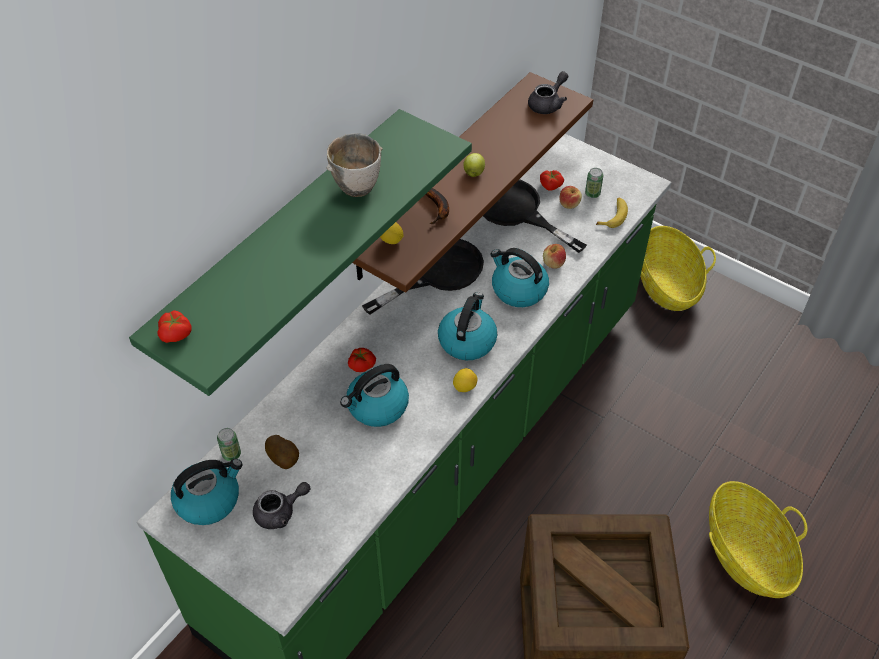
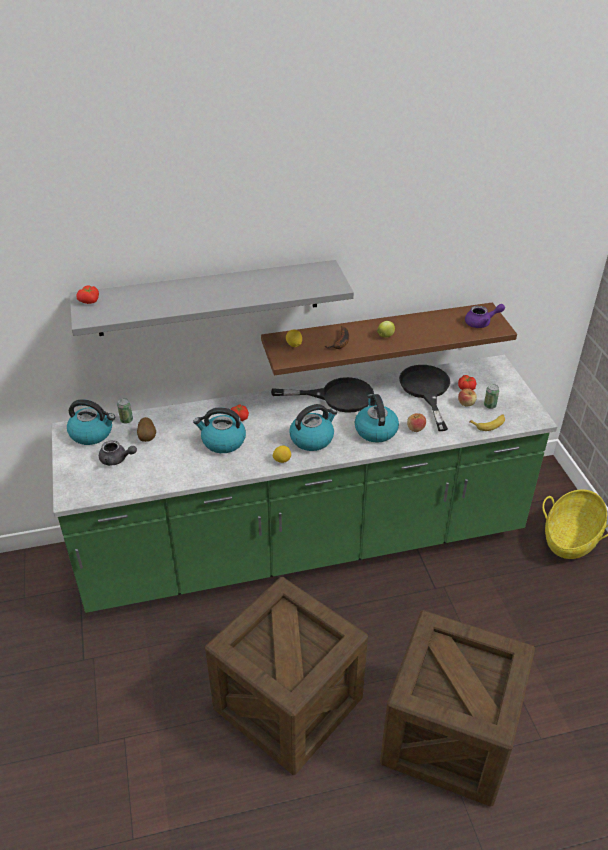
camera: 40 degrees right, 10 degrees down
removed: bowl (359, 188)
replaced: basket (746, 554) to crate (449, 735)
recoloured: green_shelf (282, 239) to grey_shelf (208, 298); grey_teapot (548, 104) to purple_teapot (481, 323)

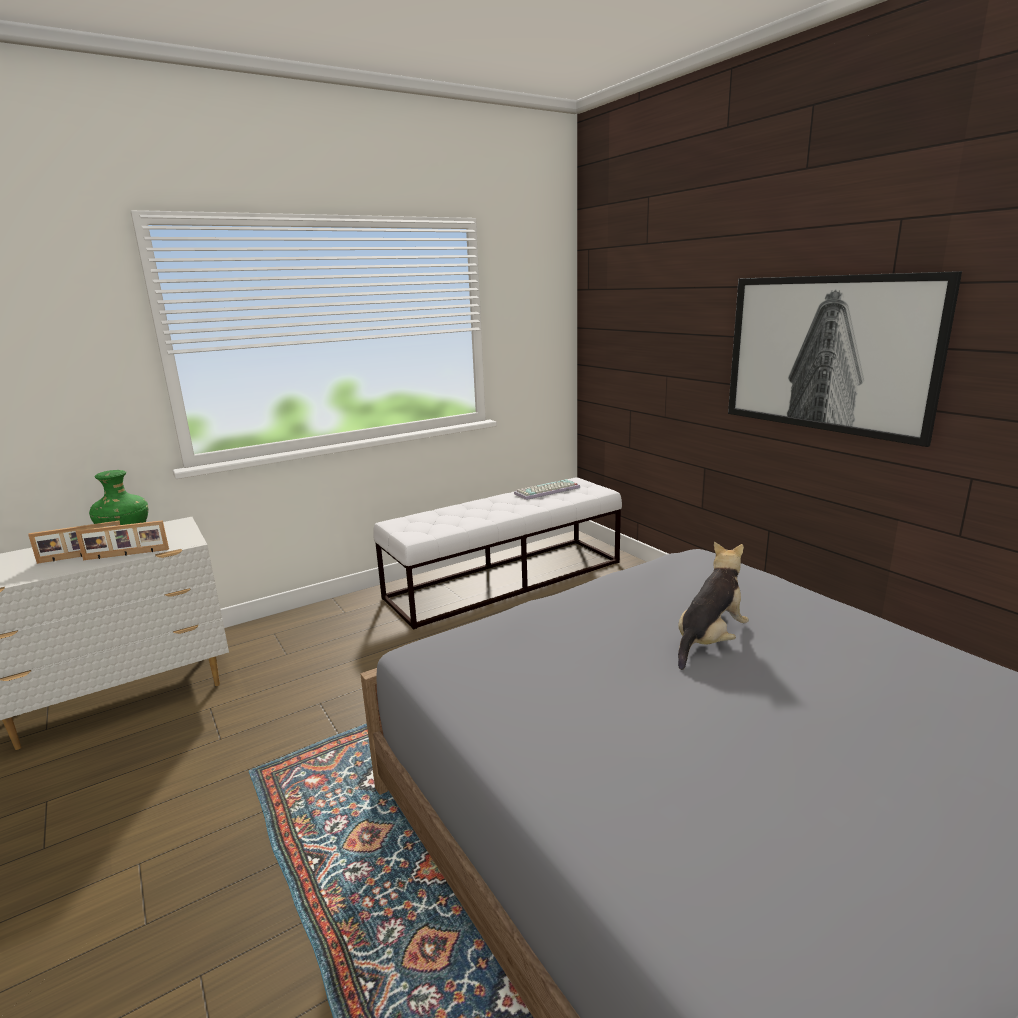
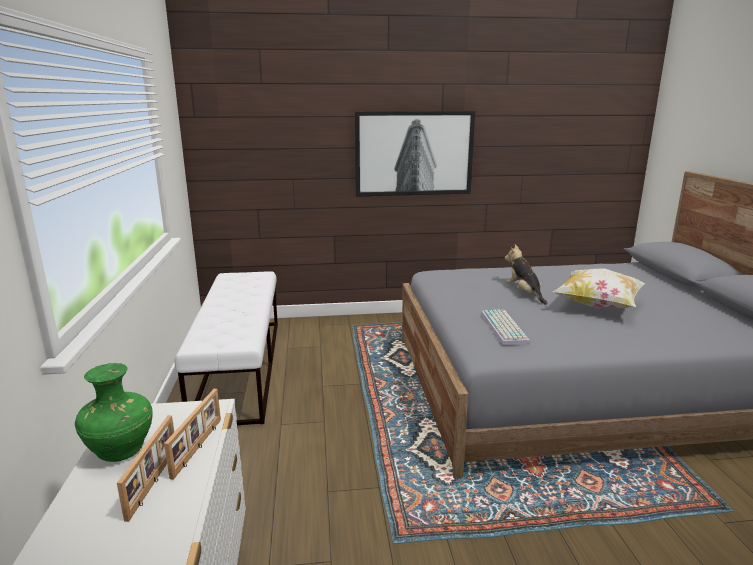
camera: 65 degrees left, 0 degrees up
added: pillow (597, 305)
moved: keyboard (547, 491) to (505, 328)

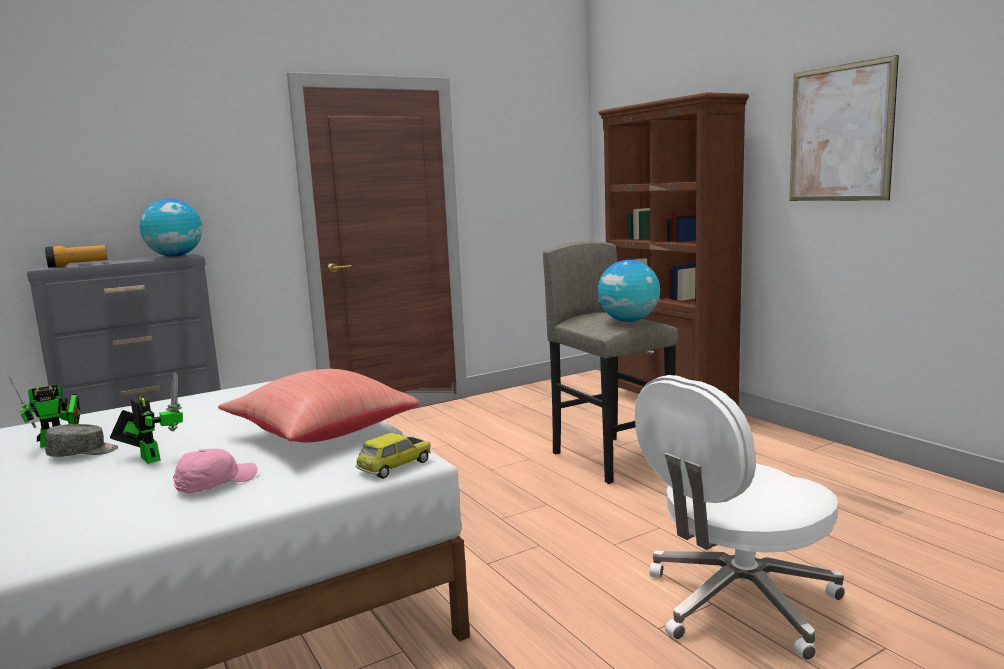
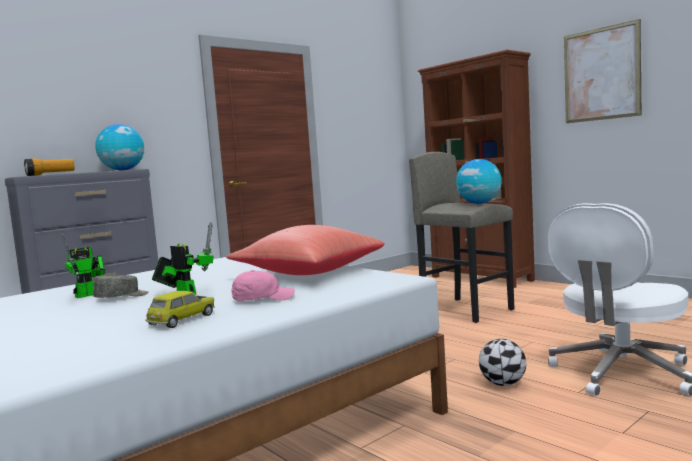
camera: 10 degrees left, 5 degrees down
added: football (503, 384)
moved: toy_car (394, 466) to (182, 320)
turned: pink_cap (215, 483) = (262, 299) 45 degrees clockwise

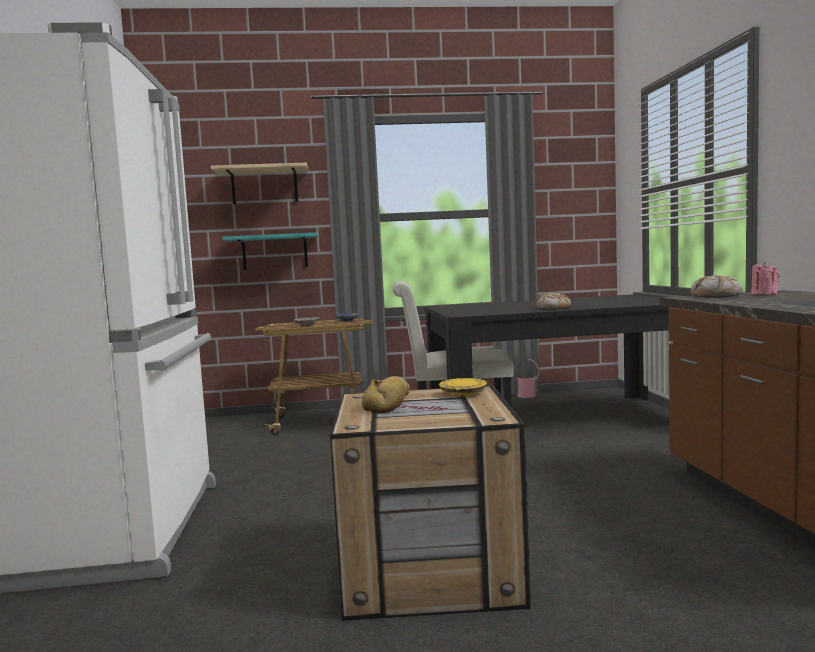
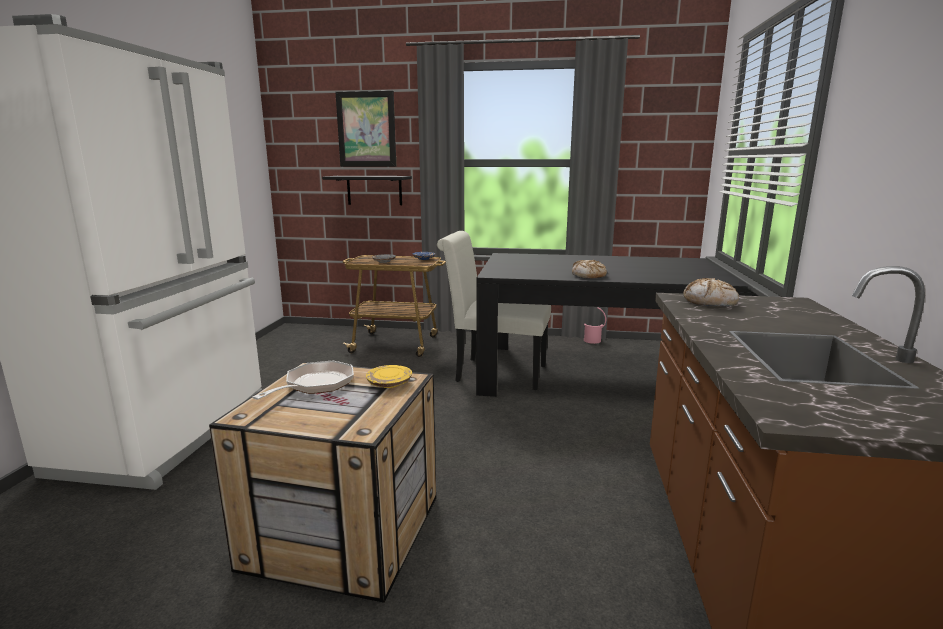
camera: 15 degrees right, 10 degrees up
removed: pink_candle (764, 294)
replaced: bread (390, 403) to frying_pan (315, 385); beige_shelf (264, 186) to picture (366, 129)
recoloured: turquoise_shelf (275, 252) to black_shelf (374, 190)

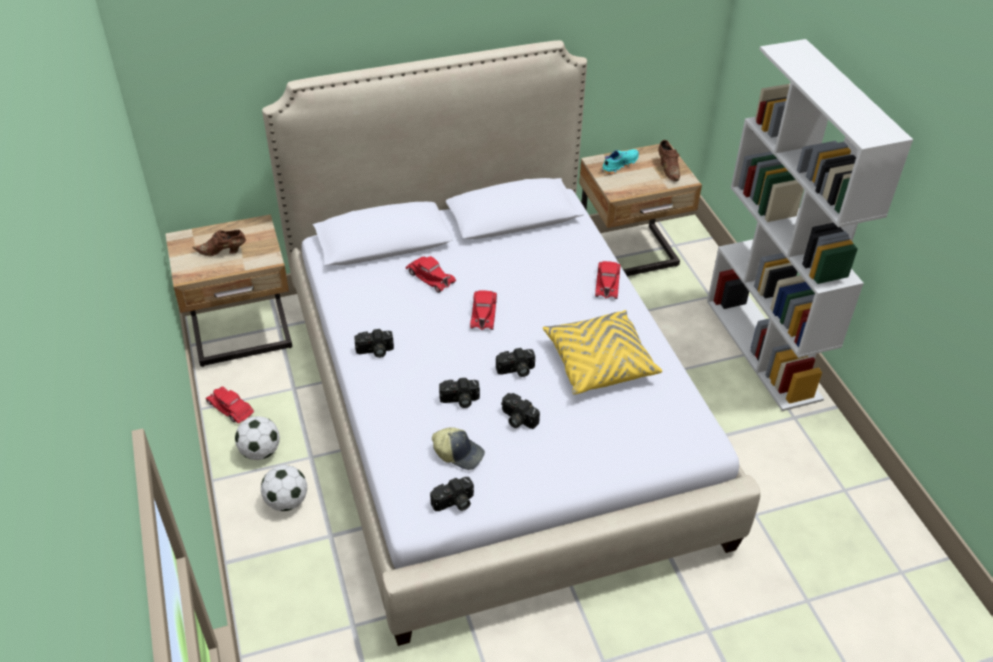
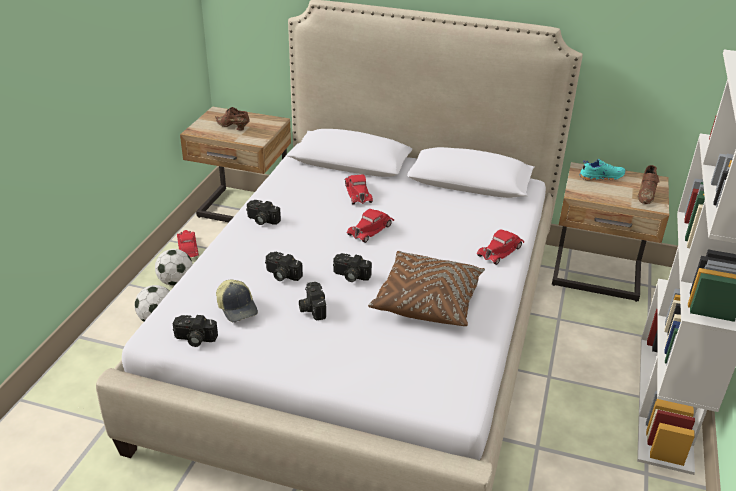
camera: 35 degrees right, 10 degrees down
recoloured: yellow_pillow (599, 362) to brown_pillow (427, 301)

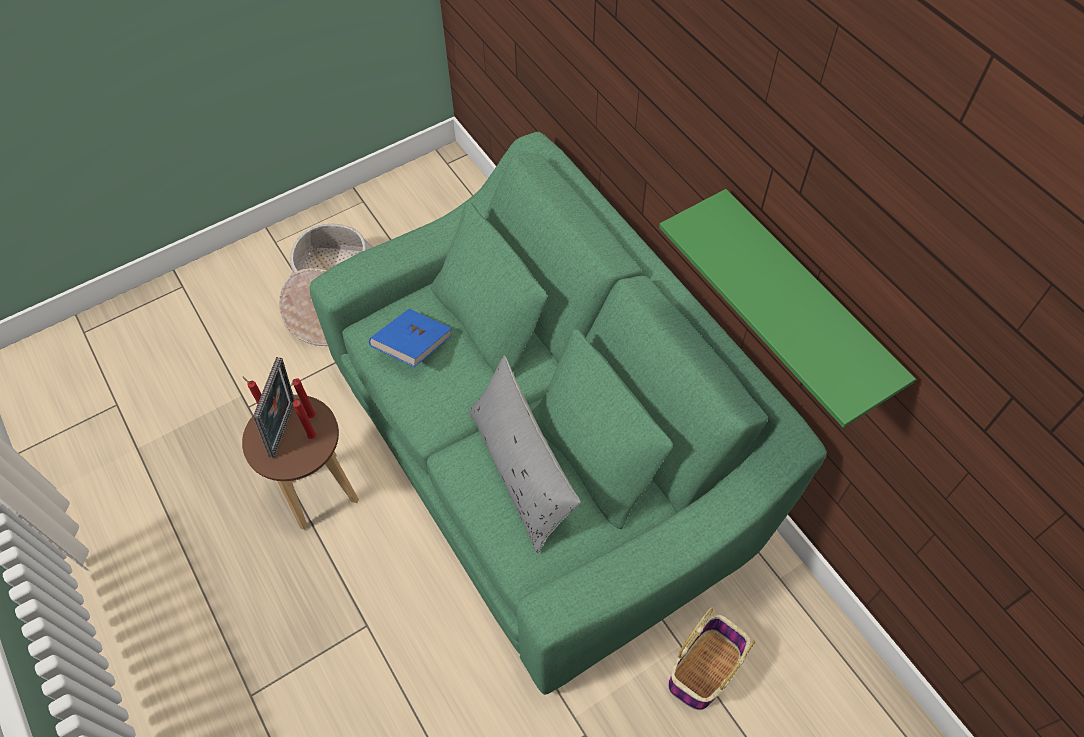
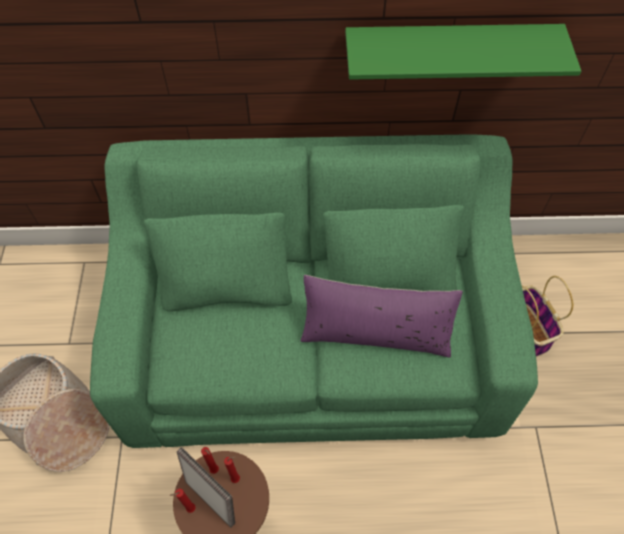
camera: 60 degrees left, 0 degrees up
removed: blue_book (413, 346)
recoloured: grey_pillow (521, 470) to purple_pillow (375, 332)

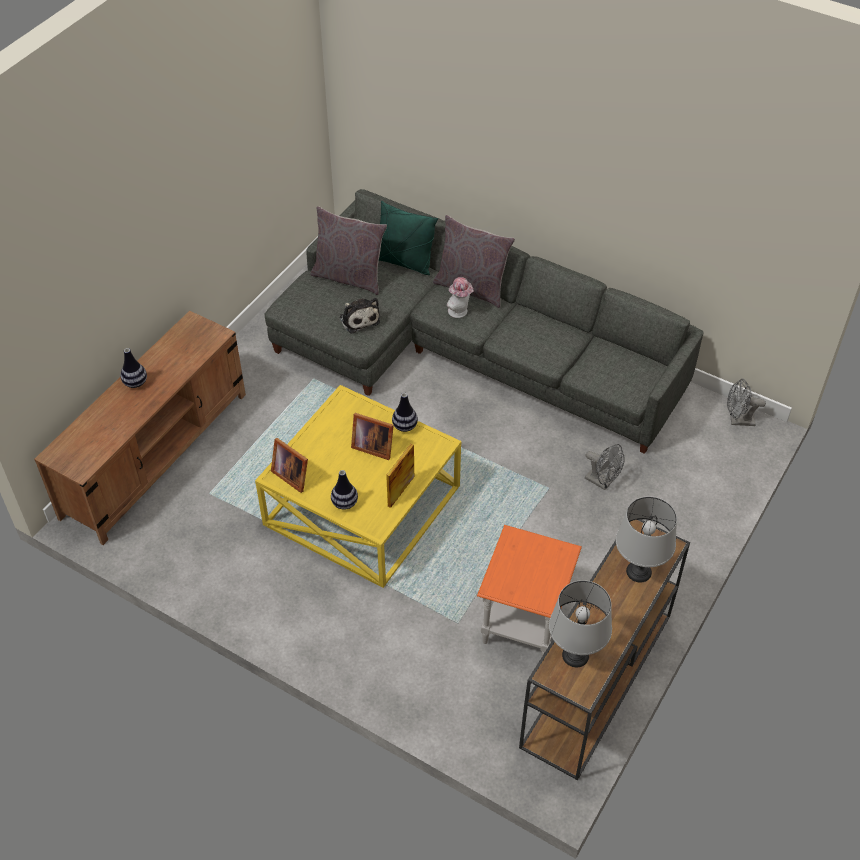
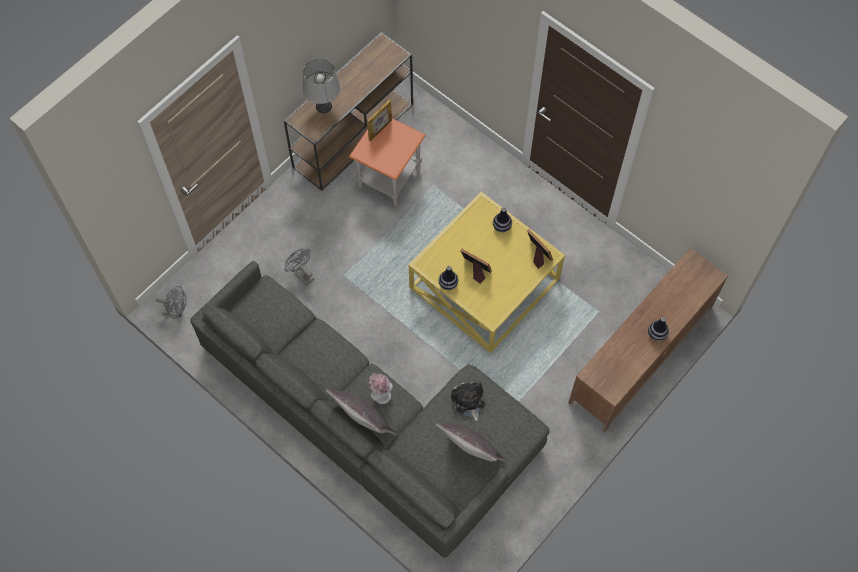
camera: 170 degrees left, 15 degrees up
removed: green_pillow (404, 262); grey_table_lamp (574, 655)
moved: picture_frame (401, 491) to (380, 130)

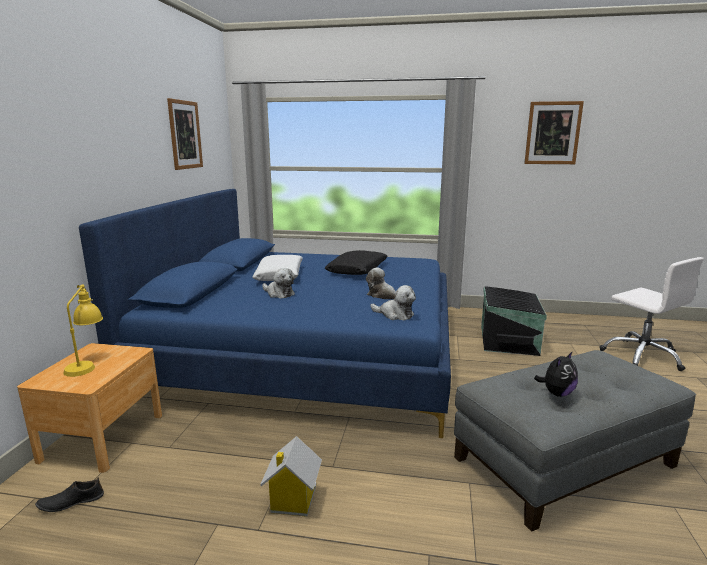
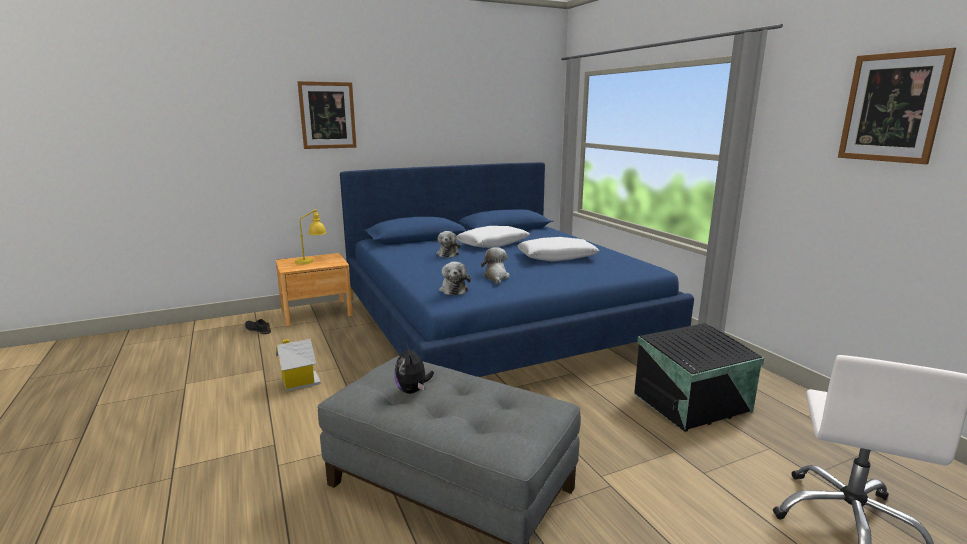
camera: 55 degrees right, 0 degrees up
moved: picture (185, 135) to (327, 115)
recoloured: black_pillow (357, 270) to white_pillow (557, 257)
turned: plush_toy (556, 393) = (413, 391) 60 degrees clockwise

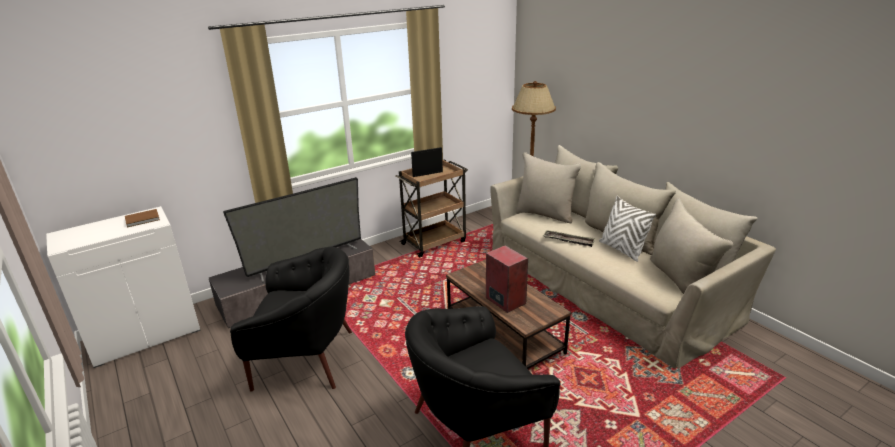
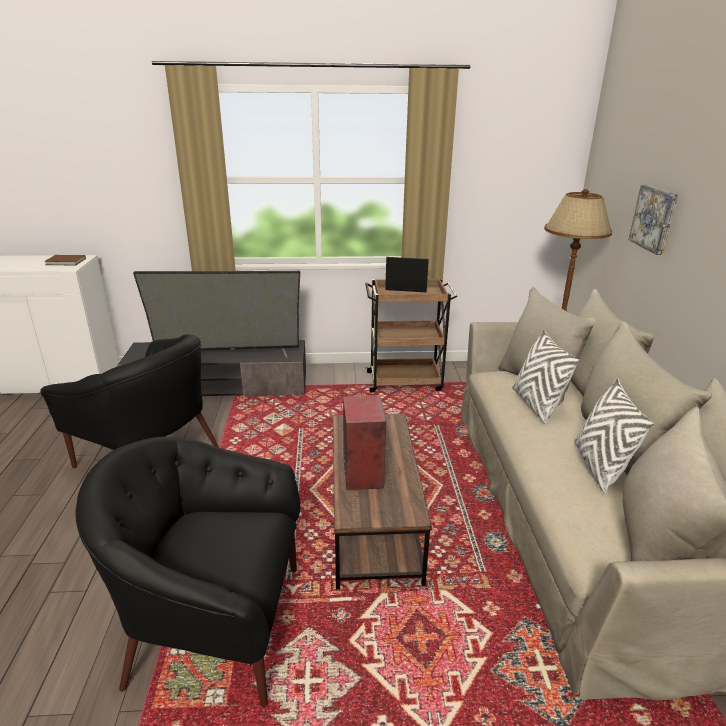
camera: 30 degrees right, 0 degrees up
removed: tray (569, 240)
added: white_pillow (536, 405); picture (655, 219)

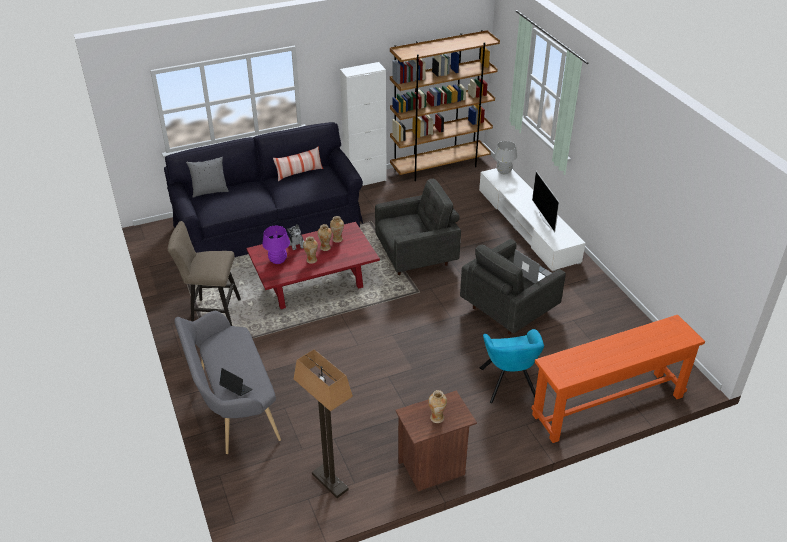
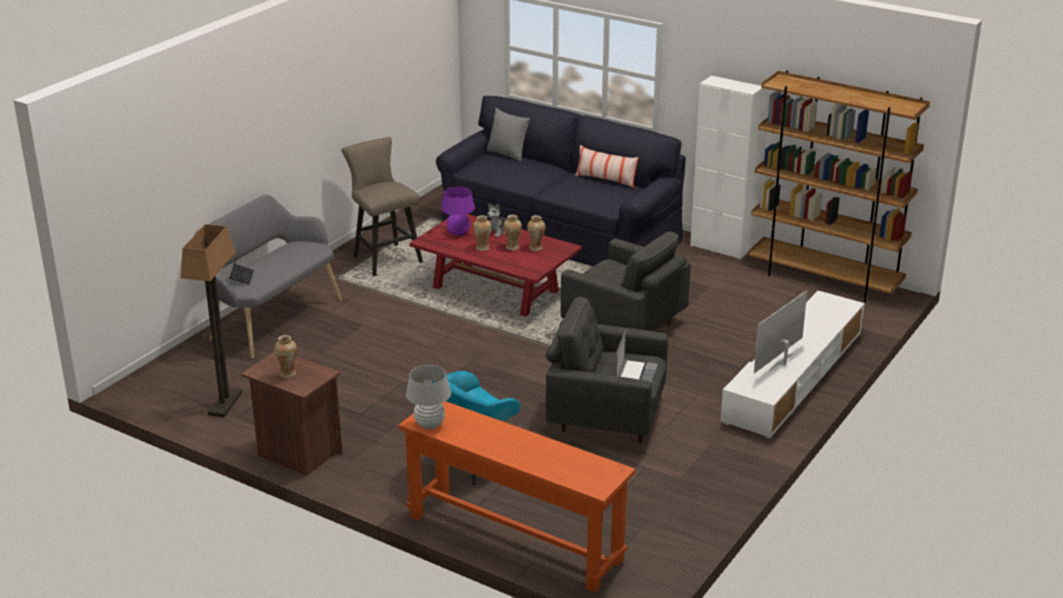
camera: 55 degrees right, 10 degrees down
moved: white_table_lamp (503, 172) to (429, 424)

